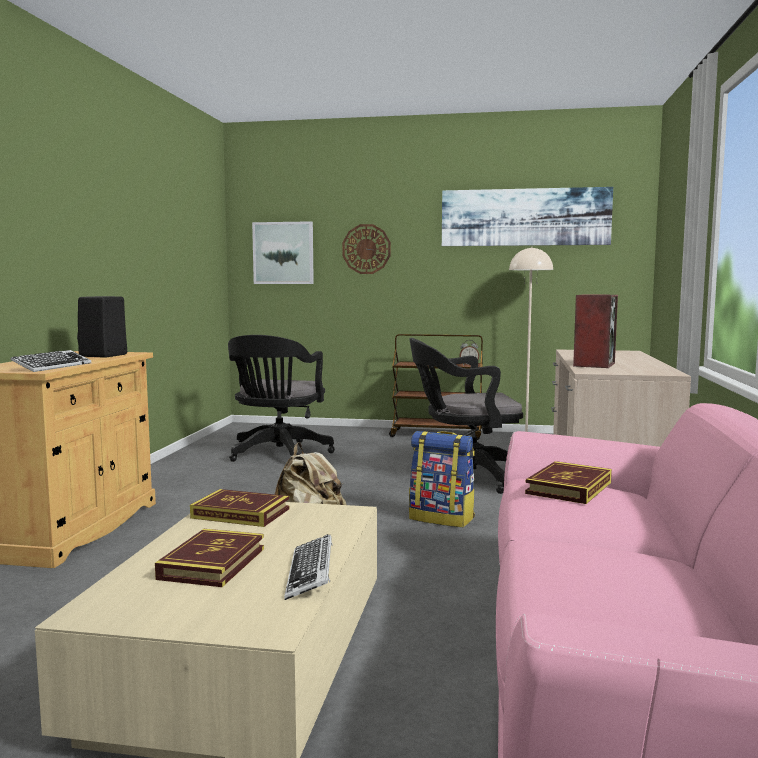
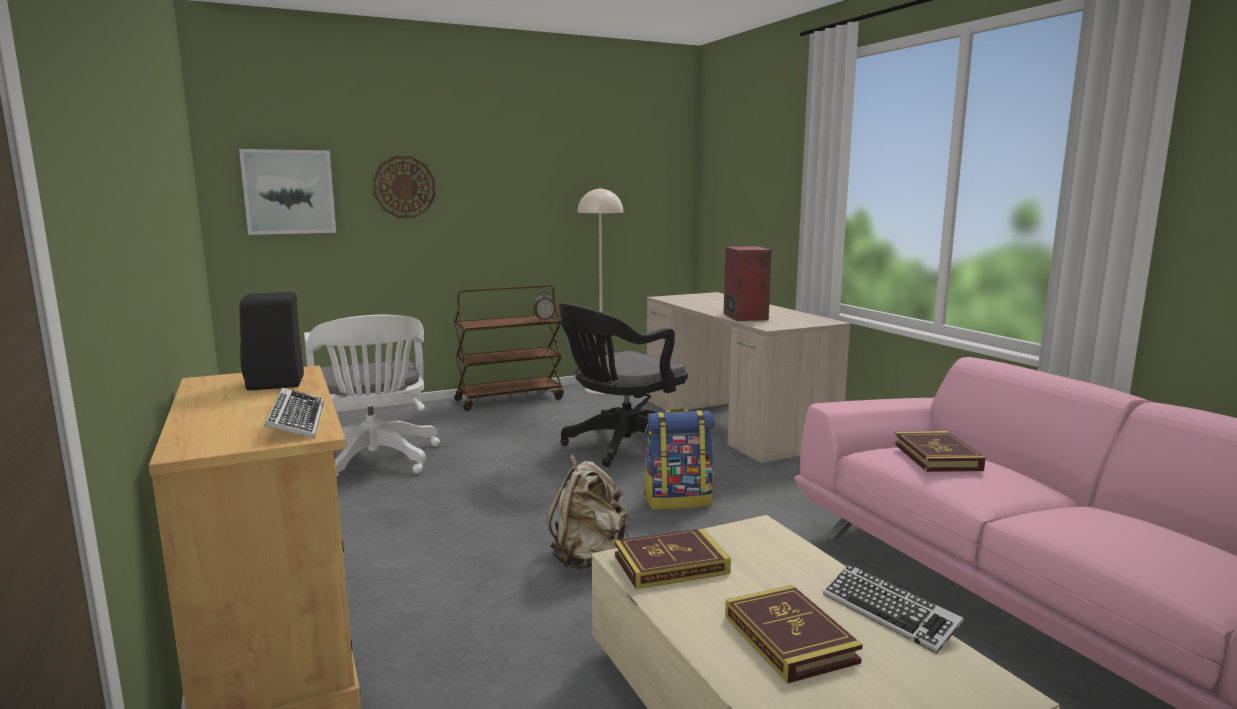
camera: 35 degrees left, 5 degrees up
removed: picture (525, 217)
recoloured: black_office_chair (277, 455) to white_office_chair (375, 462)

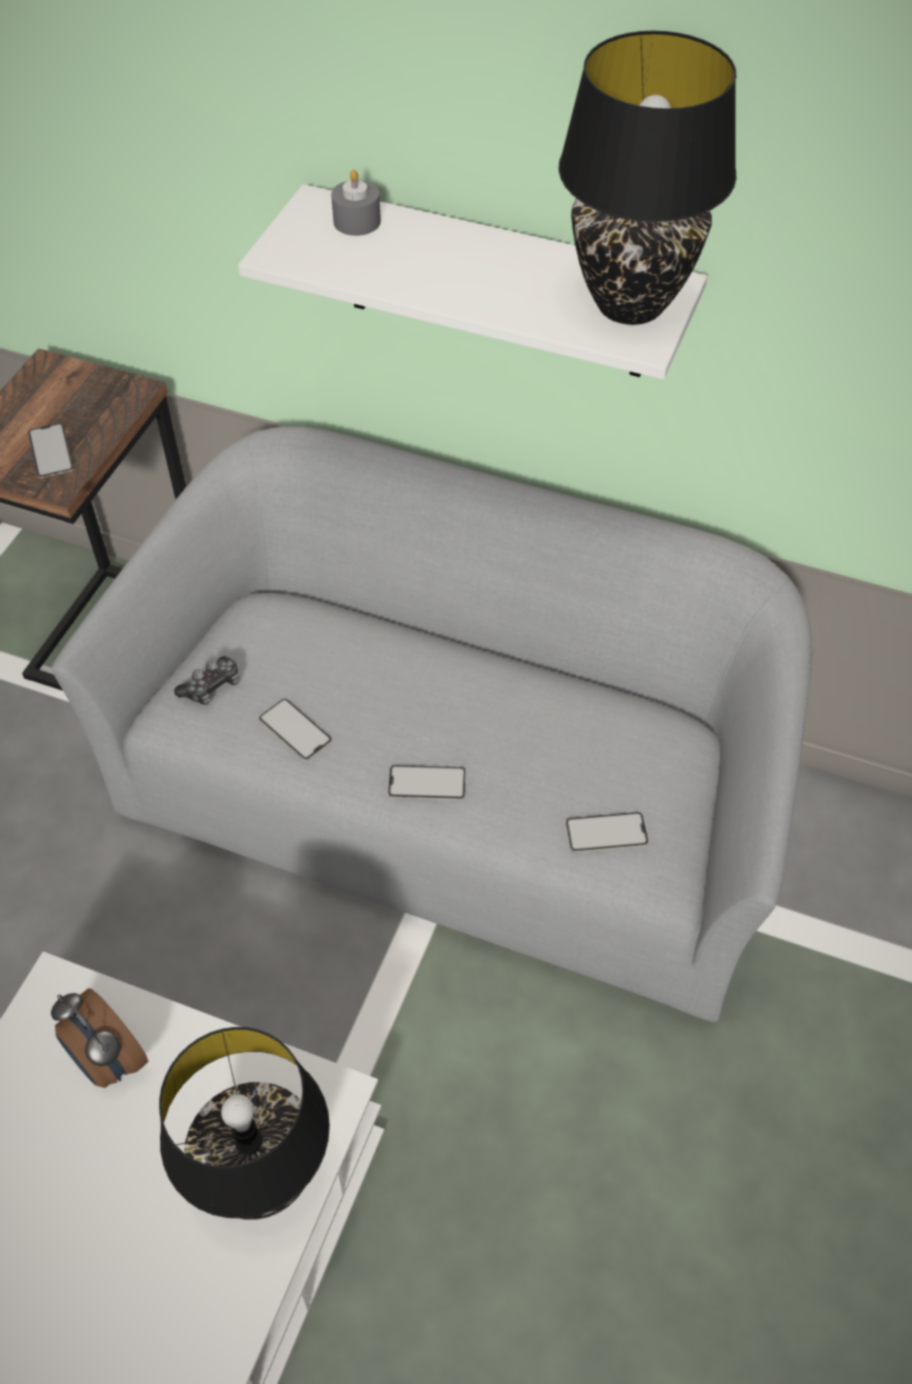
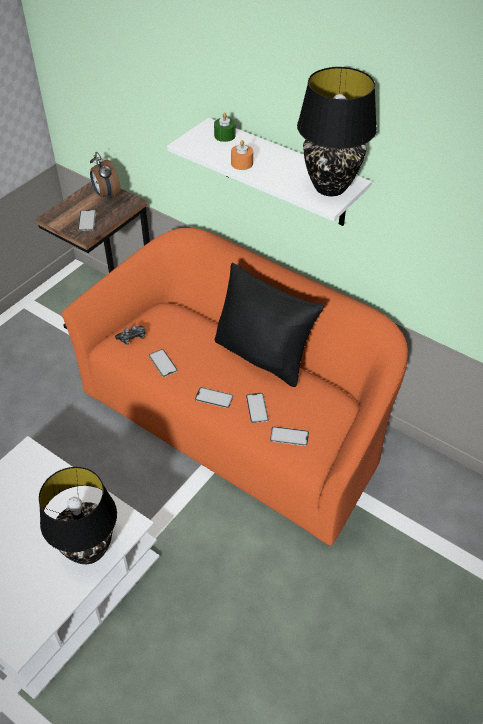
camera: 15 degrees right, 5 degrees down
added: black_pillow (263, 356); orange_candle (242, 163); phone (257, 408)
moved: alarm_clock (107, 1061) to (106, 195)
recoloured: grey_sofa (455, 802) to orange_sofa (240, 421); grey_candle (357, 221) to green_candle (224, 136)

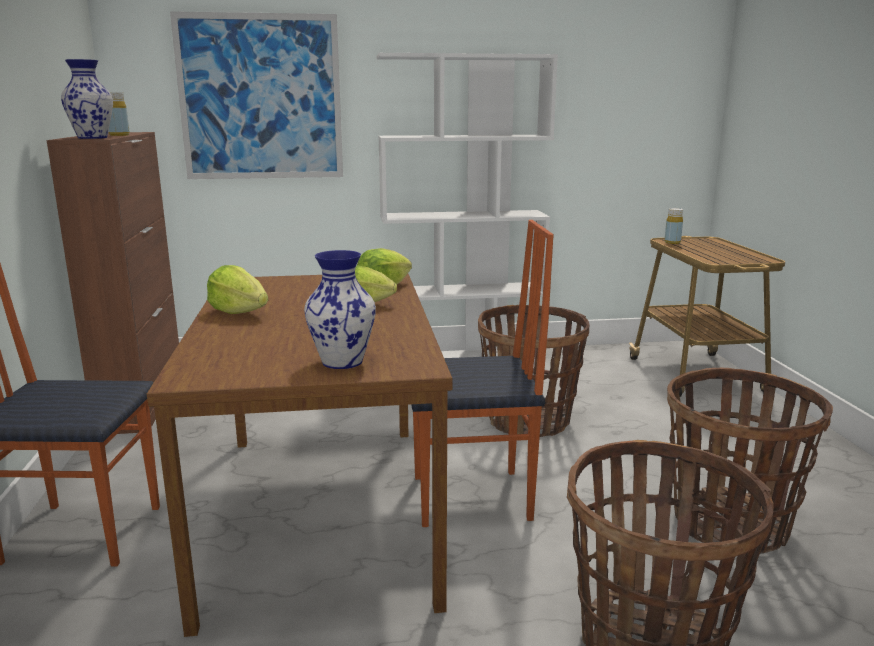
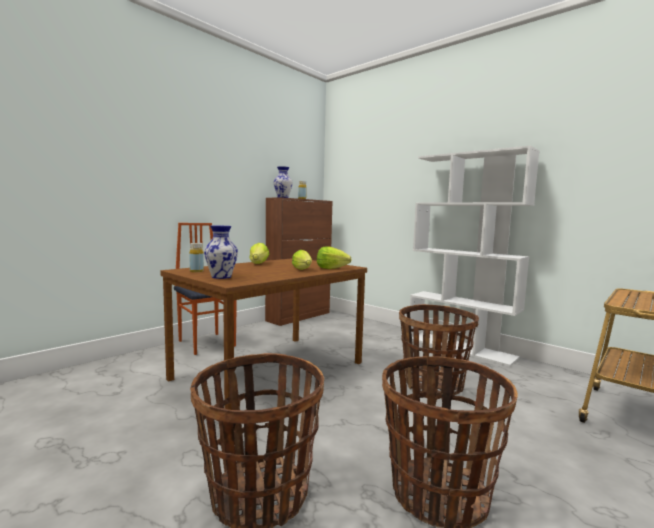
camera: 50 degrees right, 10 degrees down
removed: picture (261, 98); chair (472, 499)
moved: yellow_bottle (672, 242) to (196, 271)

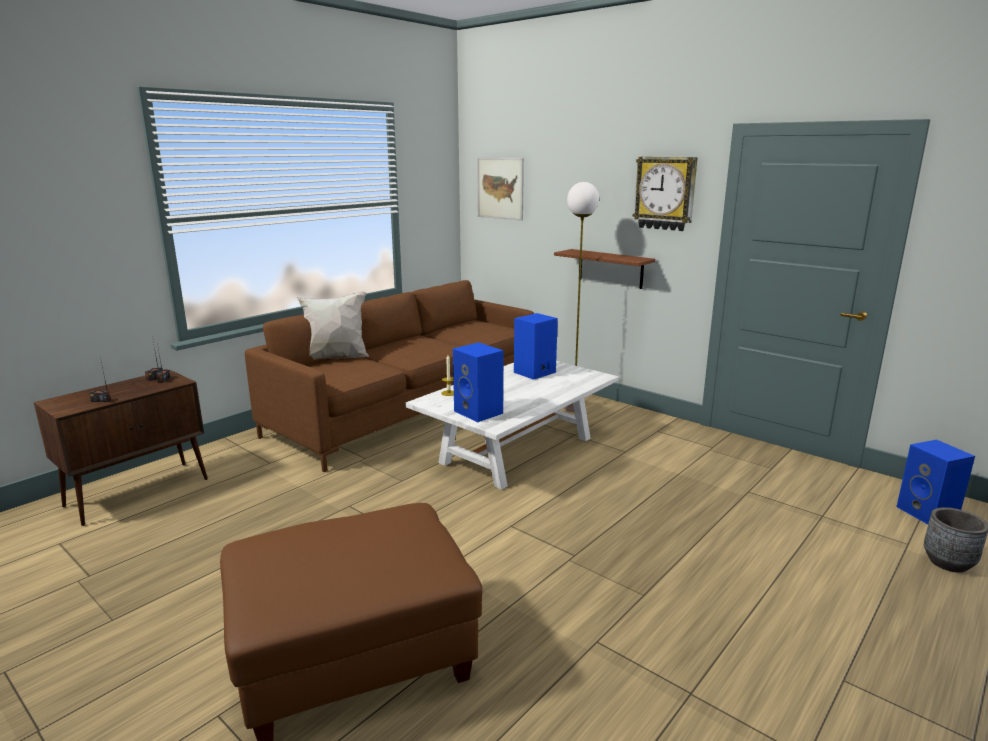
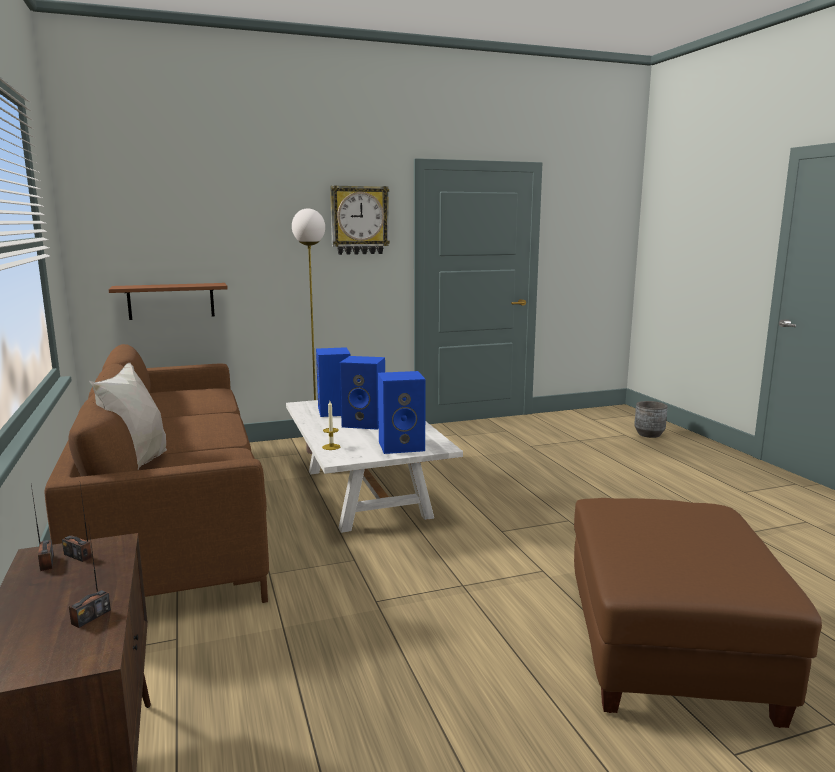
camera: 60 degrees left, 5 degrees down
removed: picture (500, 188)
moved: brown_shelf (610, 268) to (171, 301); blue_speaker (928, 514) to (365, 423)

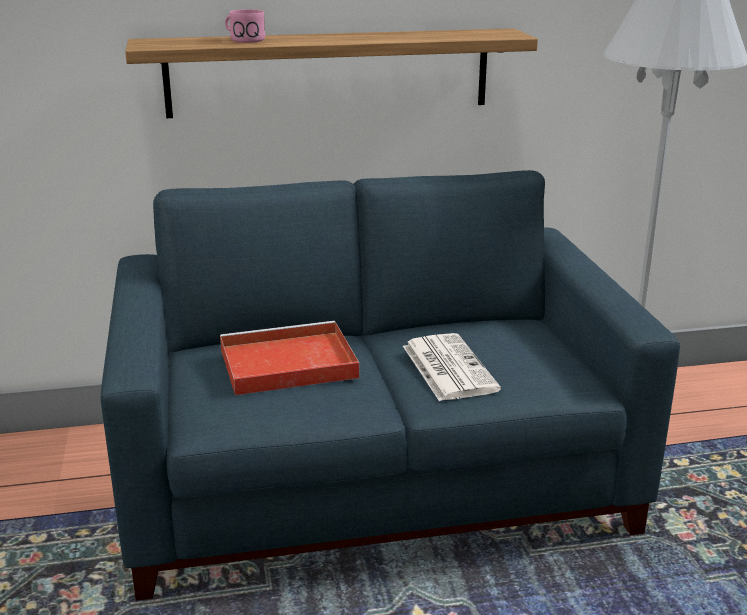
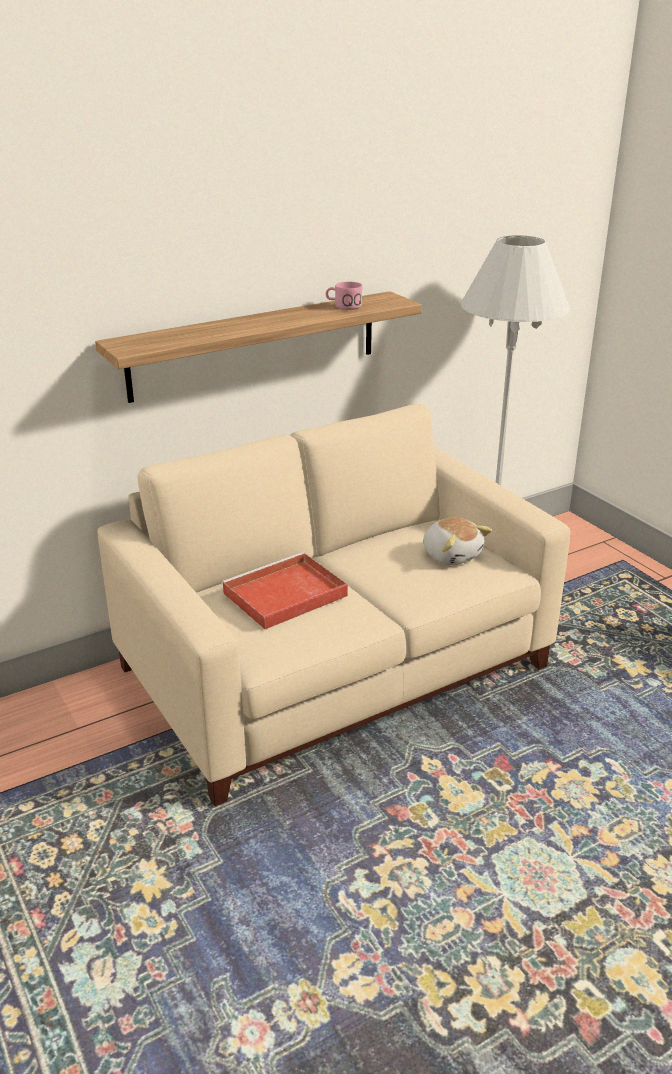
camera: 20 degrees left, 5 degrees up
removed: newspaper (447, 367)
added: plush_toy (452, 554)
moved: pink_mug (243, 40) to (343, 306)
recoloured: blue_sofa (374, 478) to beige_sofa (336, 668)

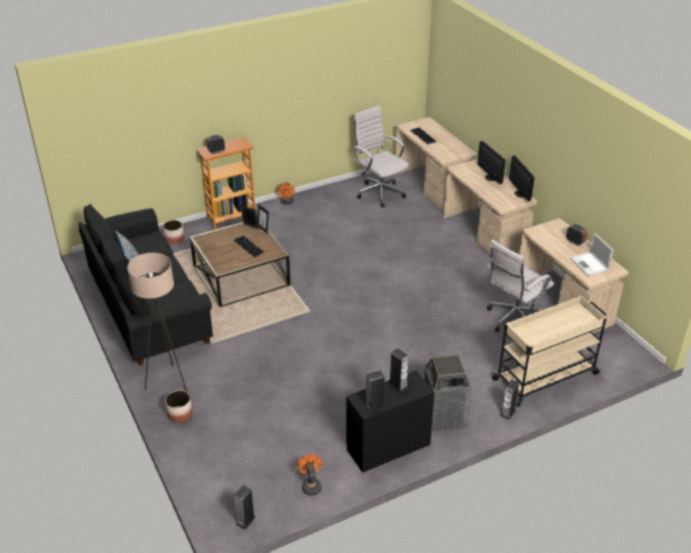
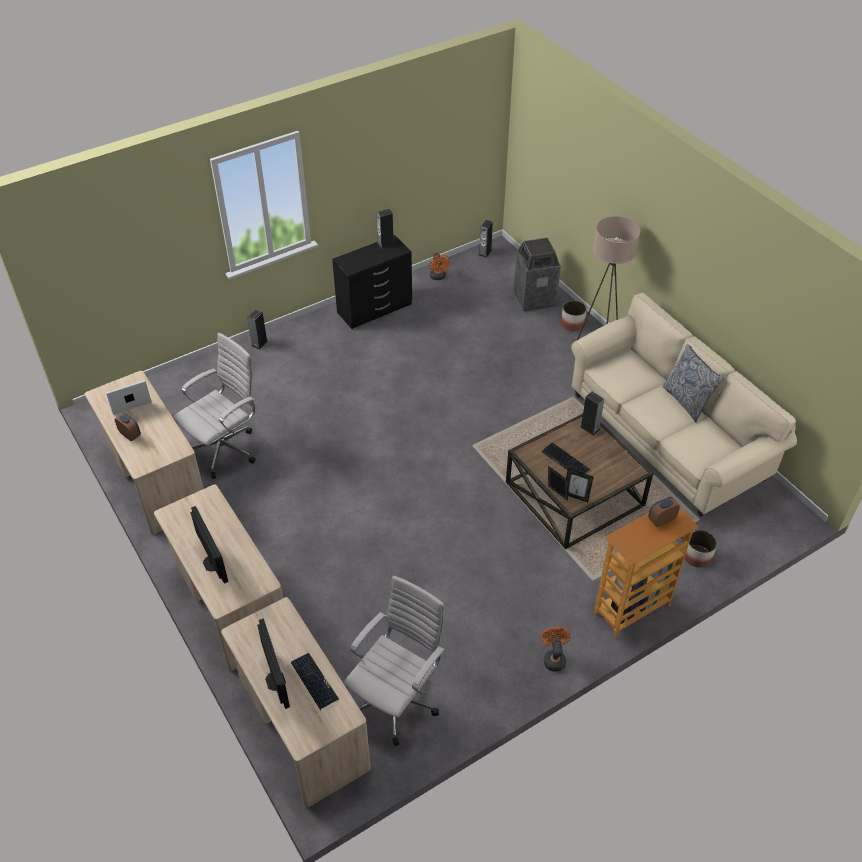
camera: 175 degrees right, 10 degrees up
removed: beige_cart (546, 376)
moved: monitor (520, 194) to (275, 680); trash_can (444, 416) to (534, 298); speaker (398, 385) to (590, 428)
recoloured: black_sofa (149, 308) to beige_sofa (667, 437)
turned: laptop (589, 264) = (127, 400) 90 degrees counterclockwise; white_office_chair (379, 192) = (397, 700) 105 degrees counterclockwise

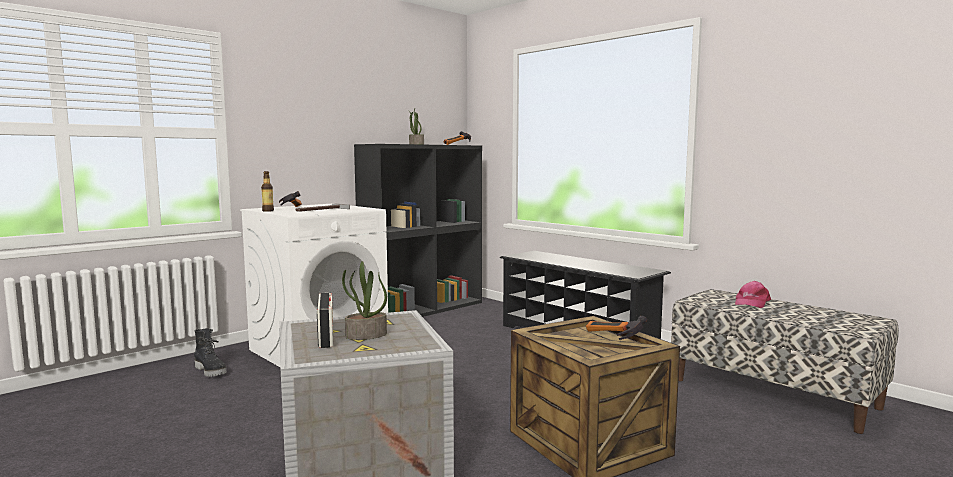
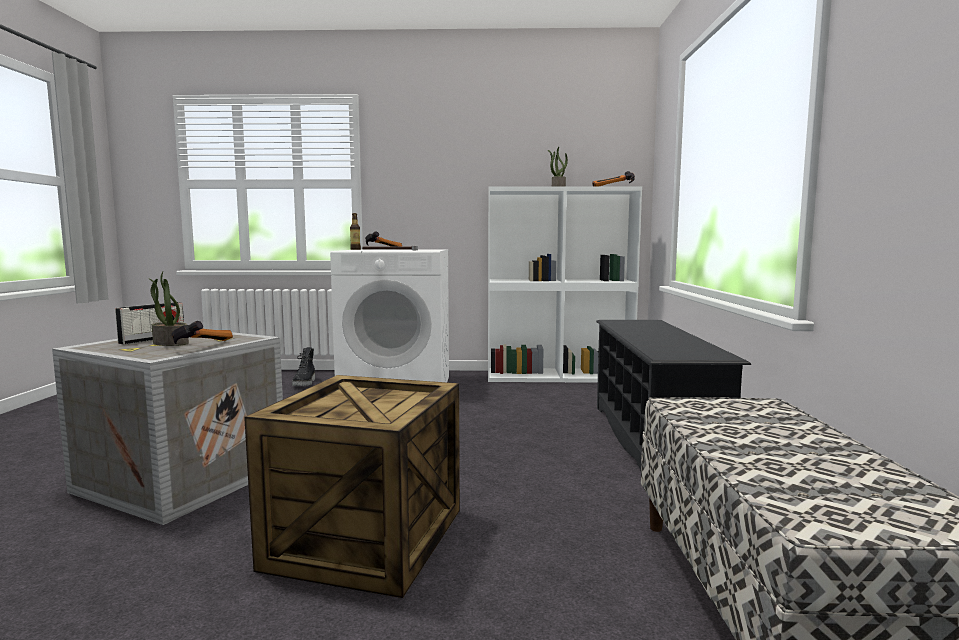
camera: 45 degrees right, 0 degrees up
removed: pink_cap (751, 302)
moved: hammer (610, 338) to (202, 347)
recoloured: black_bookcase (423, 309) to white_bookcase (559, 376)

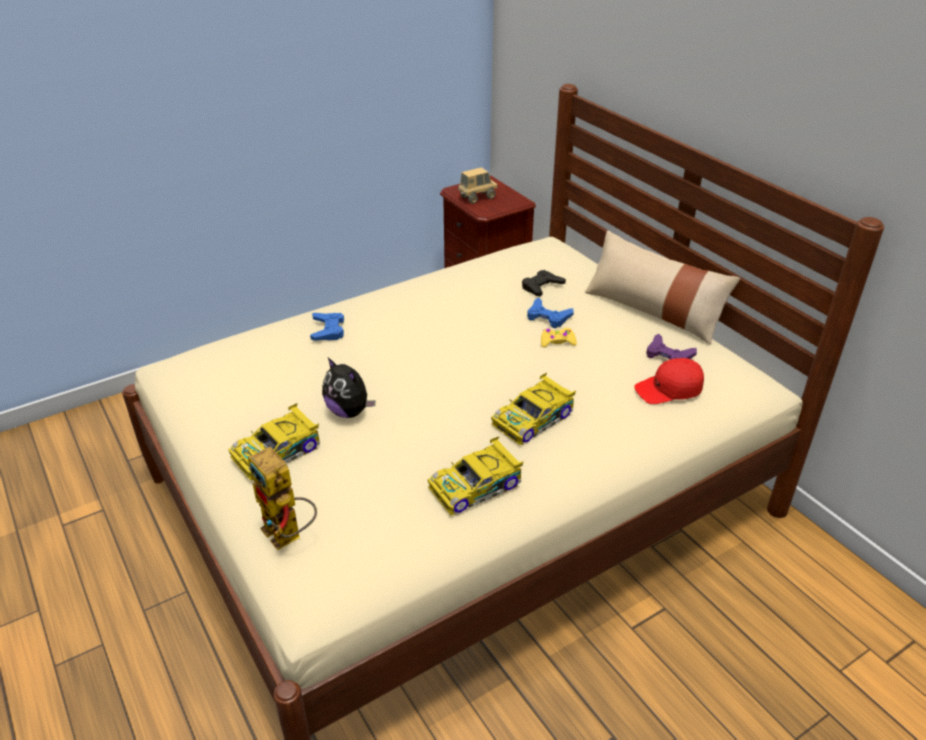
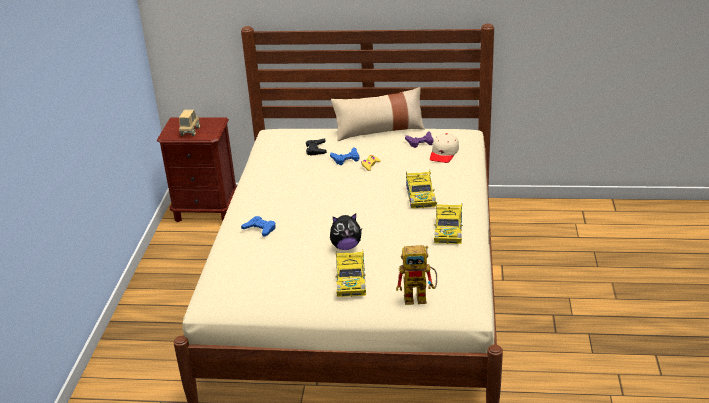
camera: 50 degrees left, 5 degrees down
recoloured: red_cap (669, 389) to beige_cap (444, 153)

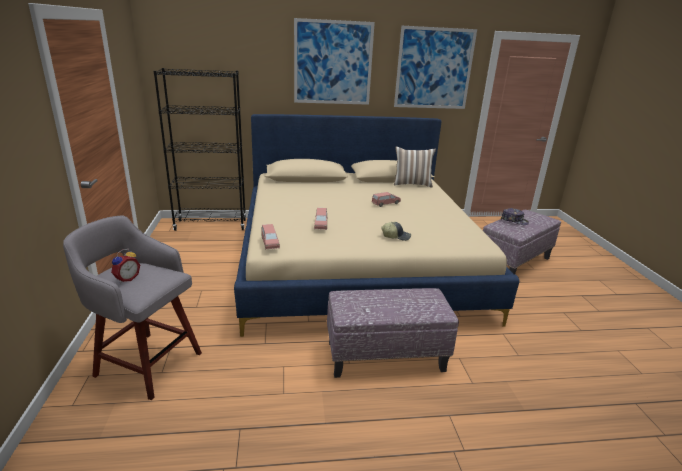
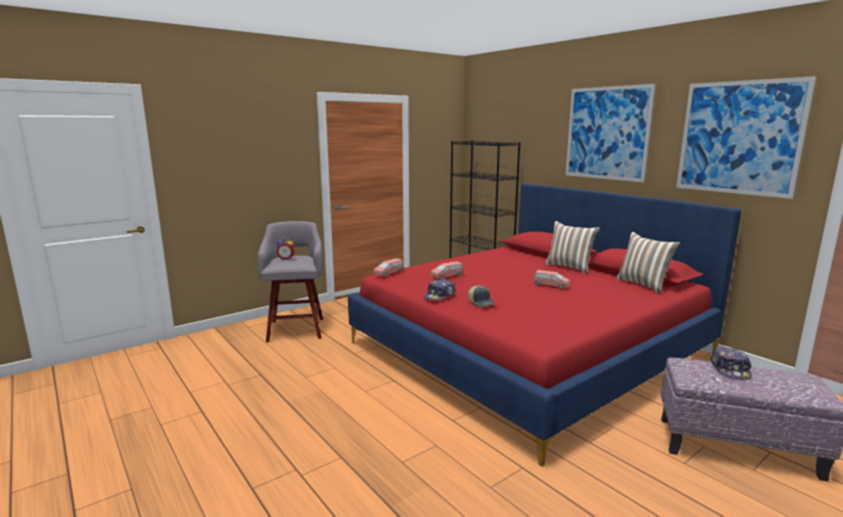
camera: 60 degrees right, 10 degrees down
removed: ottoman (386, 355)
added: cap (439, 296); pillow (570, 267)
recoloured: beige_bed (356, 262) to red_bed (528, 349)

